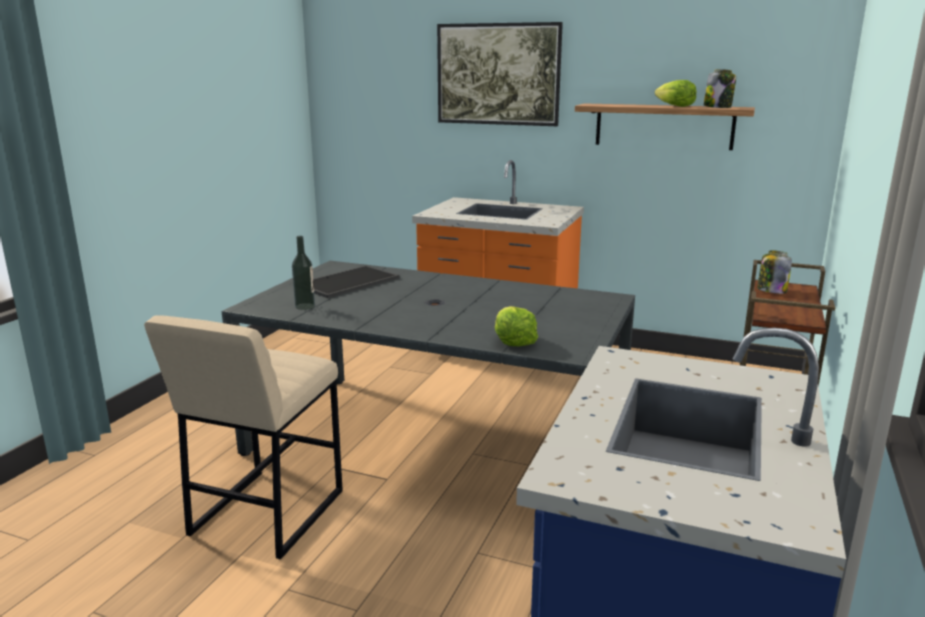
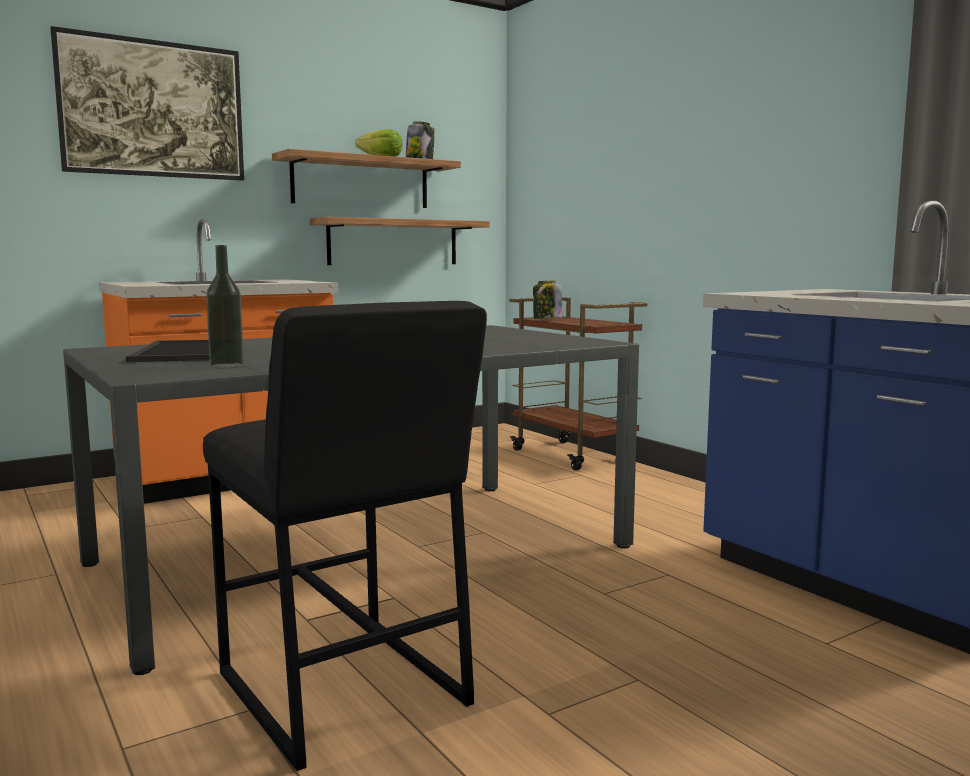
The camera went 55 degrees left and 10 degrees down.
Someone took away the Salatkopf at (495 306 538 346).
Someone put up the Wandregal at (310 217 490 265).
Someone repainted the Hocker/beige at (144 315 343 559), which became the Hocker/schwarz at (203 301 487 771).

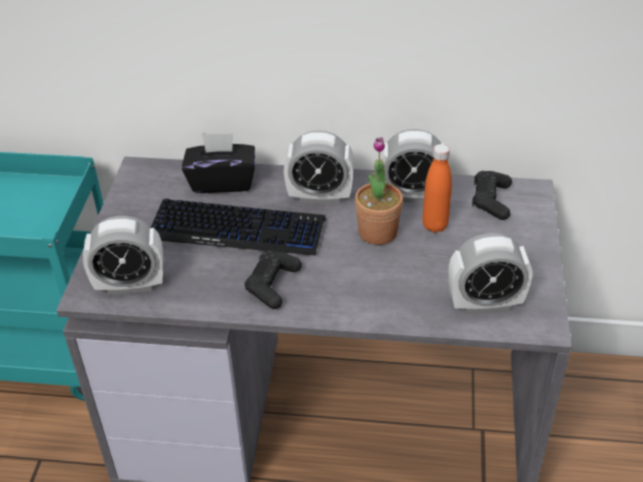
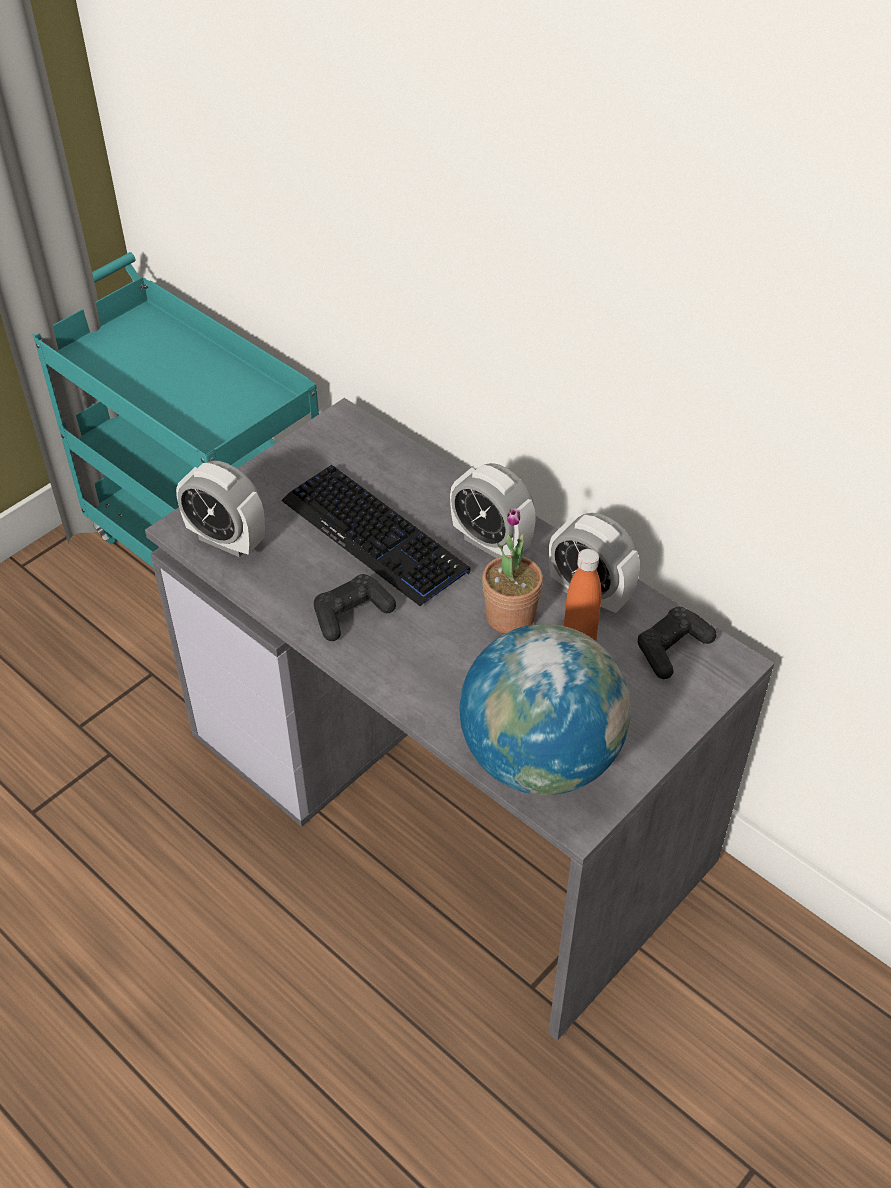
The camera went 35 degrees right and 5 degrees up.
Someone took away the Taschentuchbox/schwarz at (182 133 255 193).
Someone swapped the Wecker at (448 233 532 314) for the Globus at (460 624 631 795).

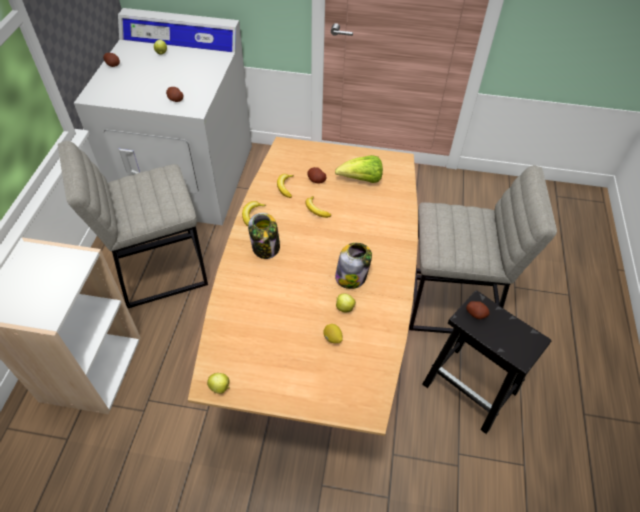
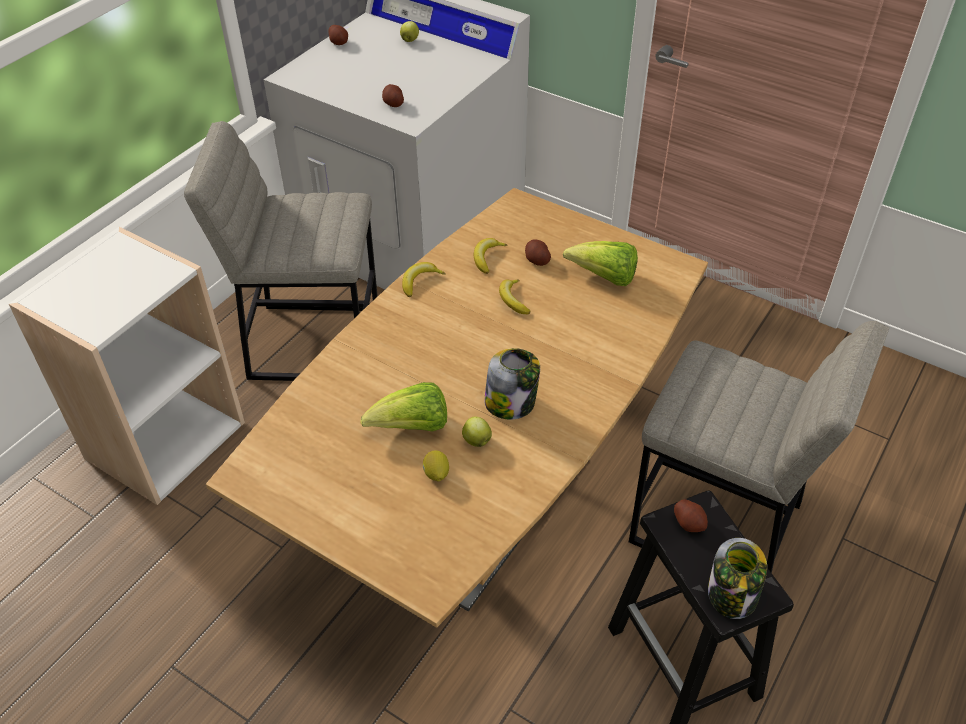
The camera went 25 degrees right and 5 degrees down.
Someone took away the Apfel at (207 373 230 394).
Someone put down the Salatkopf at (360 382 447 432).
Someone carried the Vorratsglas from (248 213 280 259) to (708 538 767 619).

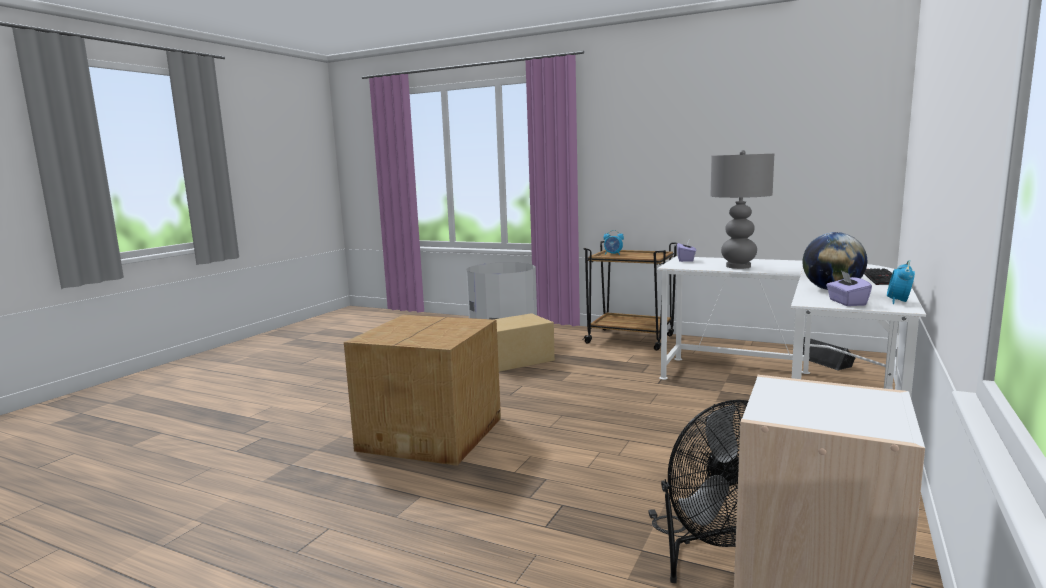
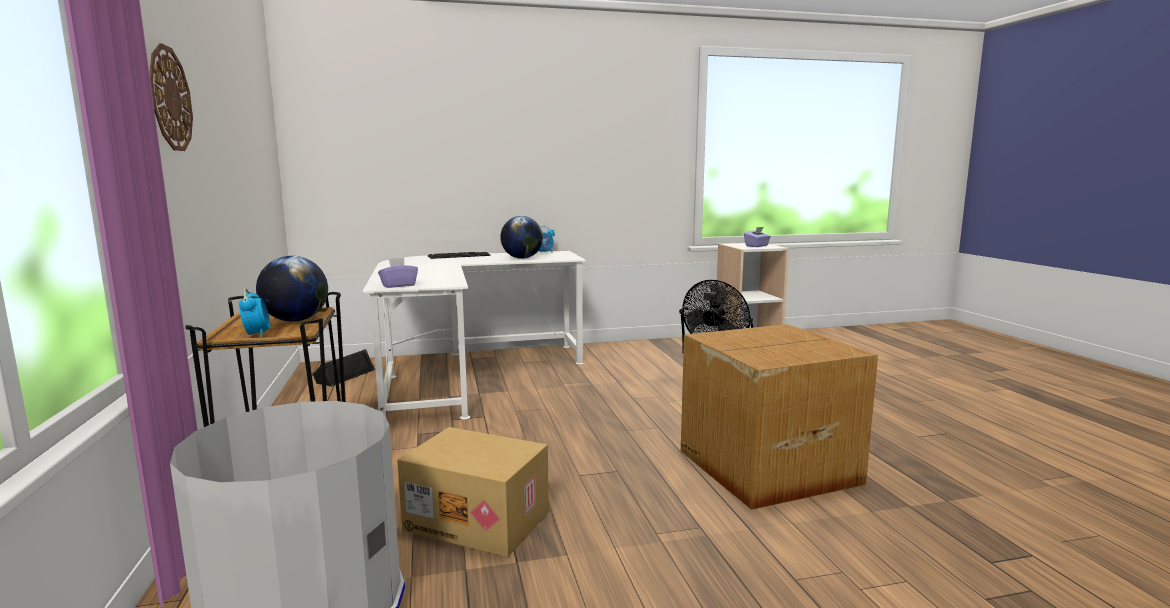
The camera went 130 degrees left and 0 degrees up.
Someone took away the Tischlampe/grau at (710 150 774 269).
Someone put up the Wanduhr at (149 43 193 151).
Someone put down the Globus at (256 256 328 322).
Someone carried the Taschentuchbox/lila from (826 271 872 306) to (744 227 771 247).

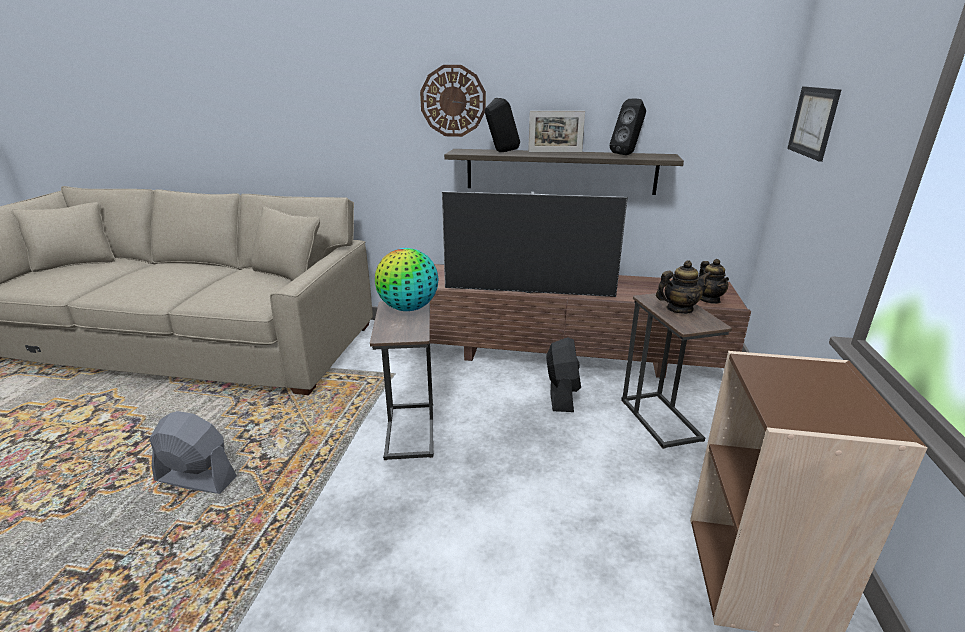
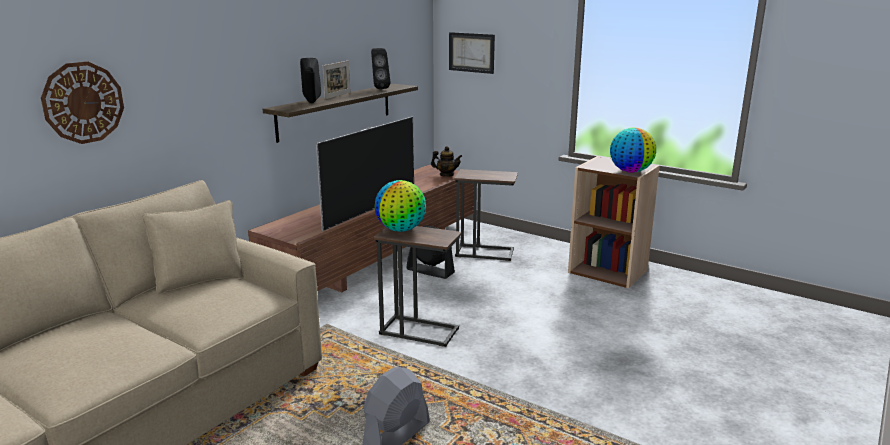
The camera went 65 degrees left and 5 degrees down.
Someone took away the Teekanne at (656 260 712 314).
Someone put down the Globus at (610 128 656 173).
Someone carried the Wanduhr from (420 65 486 137) to (41 61 124 144).

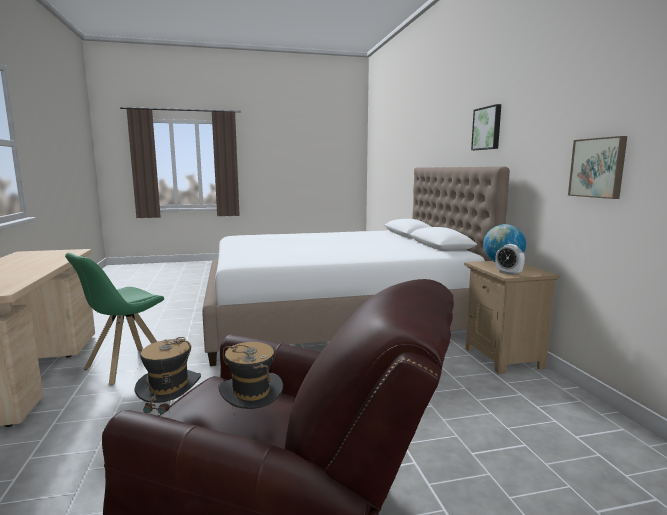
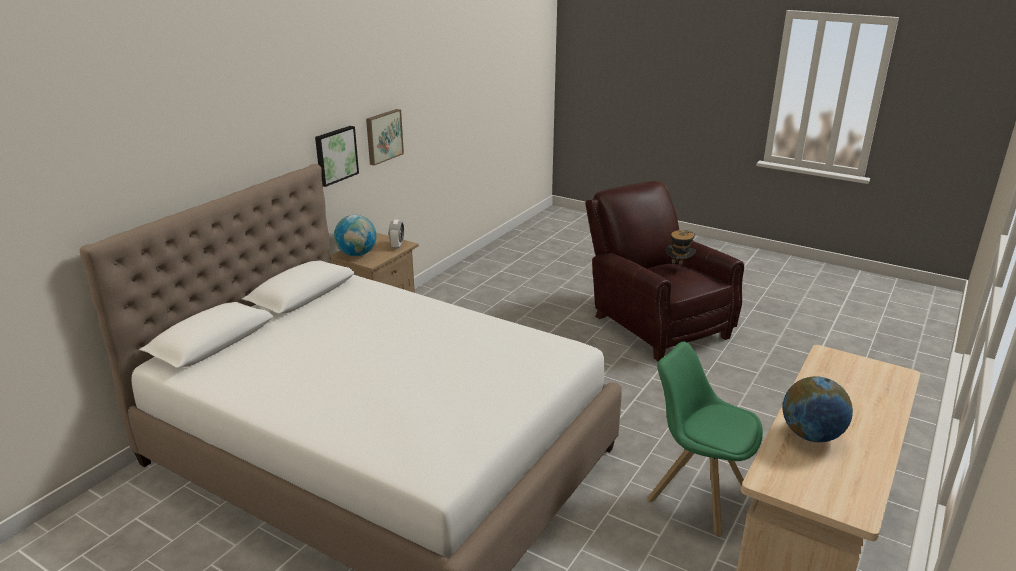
The camera went 135 degrees left and 15 degrees up.
Someone took away the Hut at (134 337 201 417).
Someone put down the Globus at (783 376 853 442).
Someone carried the Bild from (471 104 501 150) to (315 126 359 187).
Someone rotated the Stuhl/grün at (65 253 164 385) by 135 degrees counterclockwise.

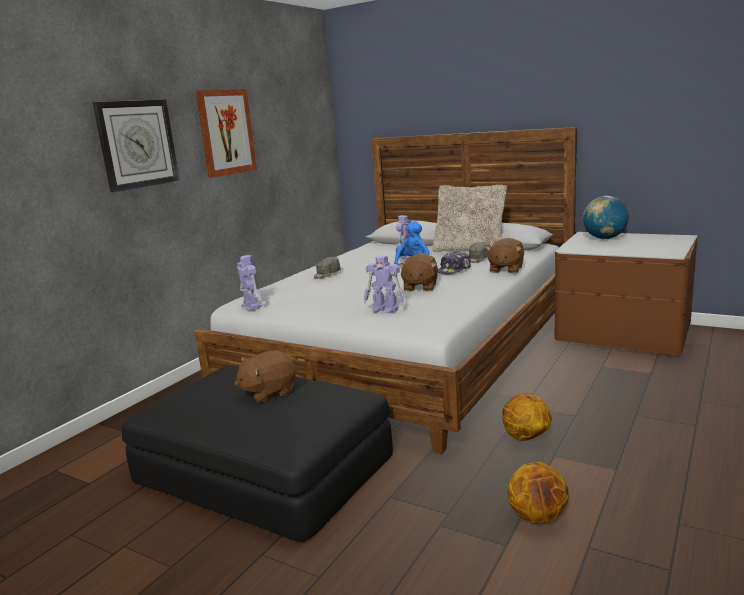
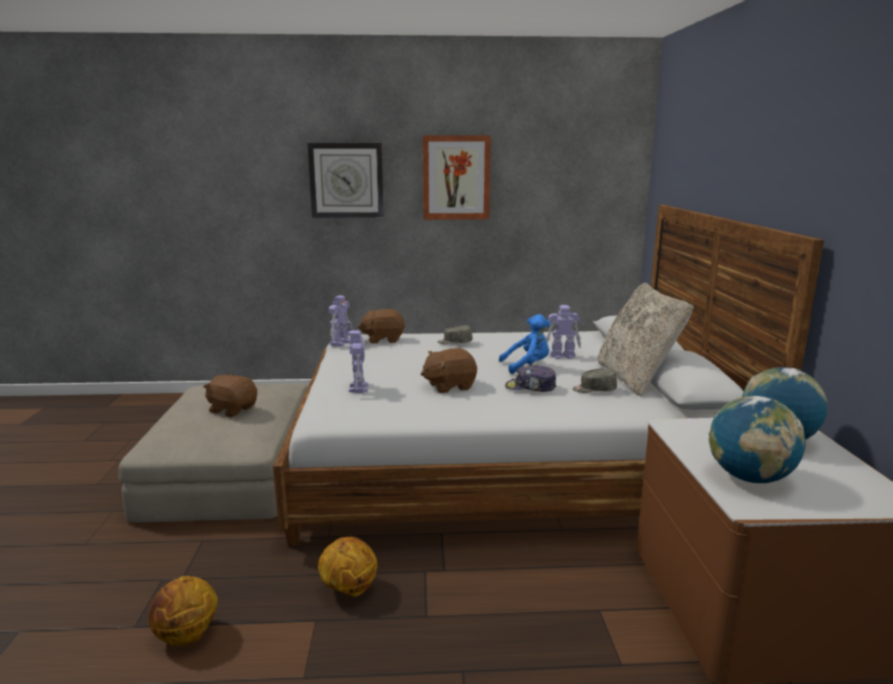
The camera went 55 degrees right and 0 degrees up.
Someone put down the Globus at (708 396 805 483).
Someone carried the Plüschtier/braun from (485 238 524 273) to (358 309 405 344).
Someone repainted the Polsterhocker/schwarz at (122 365 393 542), which became the Polsterhocker/beige at (119 384 308 523).

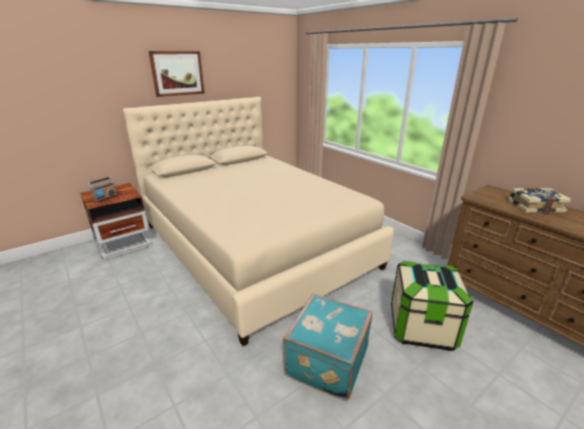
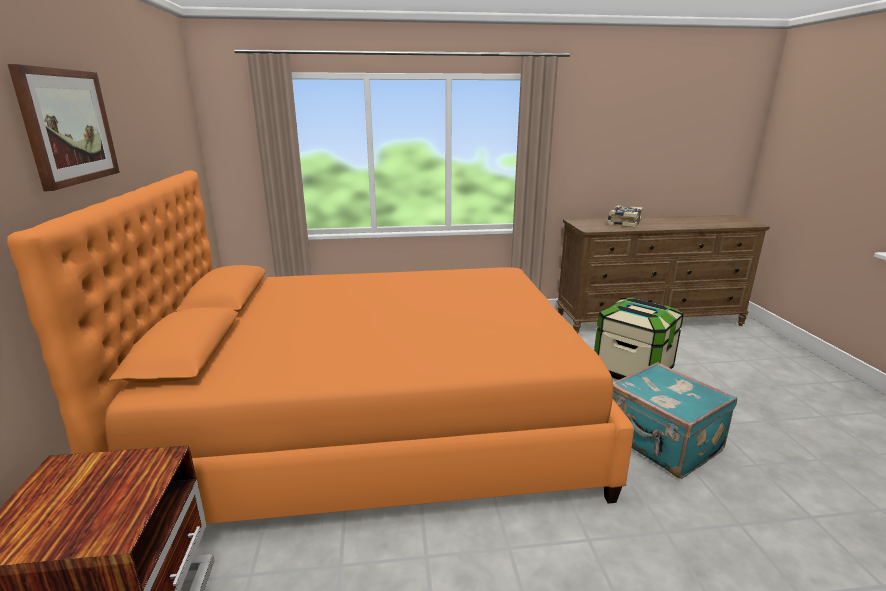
The camera went 60 degrees left and 5 degrees down.
Someone took away the Radio at (87 177 118 203).
Someone repainted the Bett/beige at (123 97 394 346), which became the Bett/orange at (7 170 634 524).

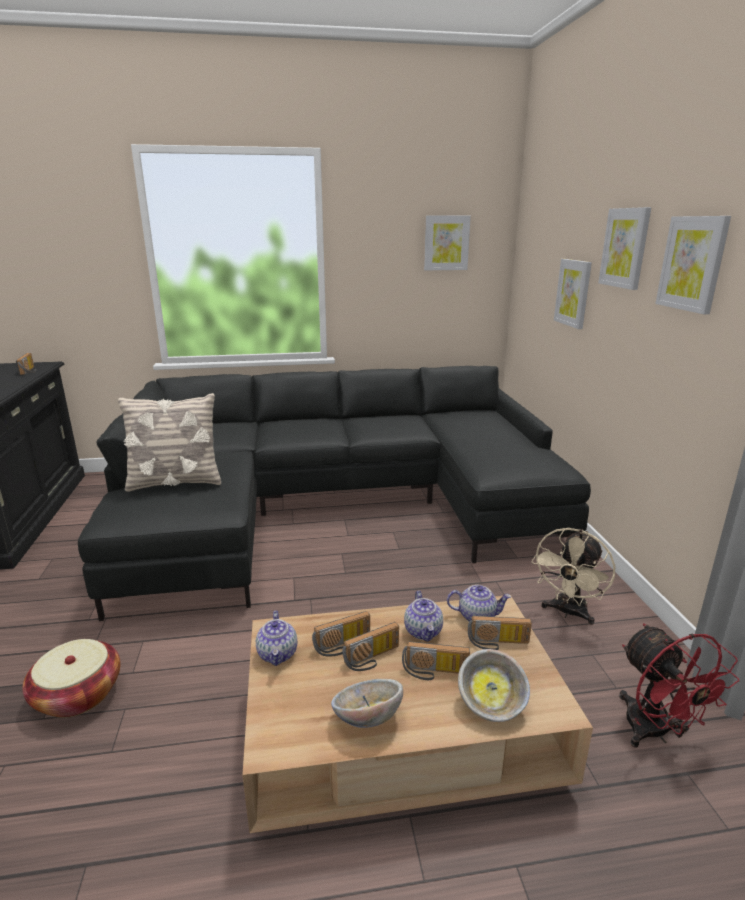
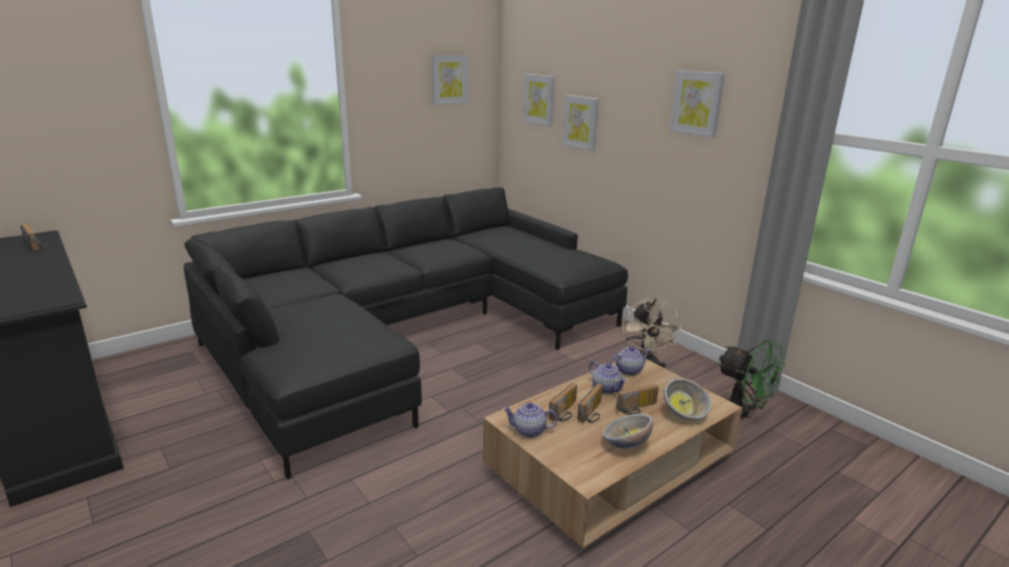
The camera went 30 degrees left and 0 degrees up.
Someone took away the Korb at (22 639 121 718).
Someone took away the Kissen/beige at (118 393 221 492).
Someone took away the Radio at (468 616 532 650).
Someone carried the Bild from (598 207 651 290) to (523 74 555 126).
Someone repainted the Ventilator/rot at (619 624 739 748), which became the Ventilator/grün at (717 340 786 424).
Someone rotated the Teekanne at (256 611 297 666) by 135 degrees clockwise.

